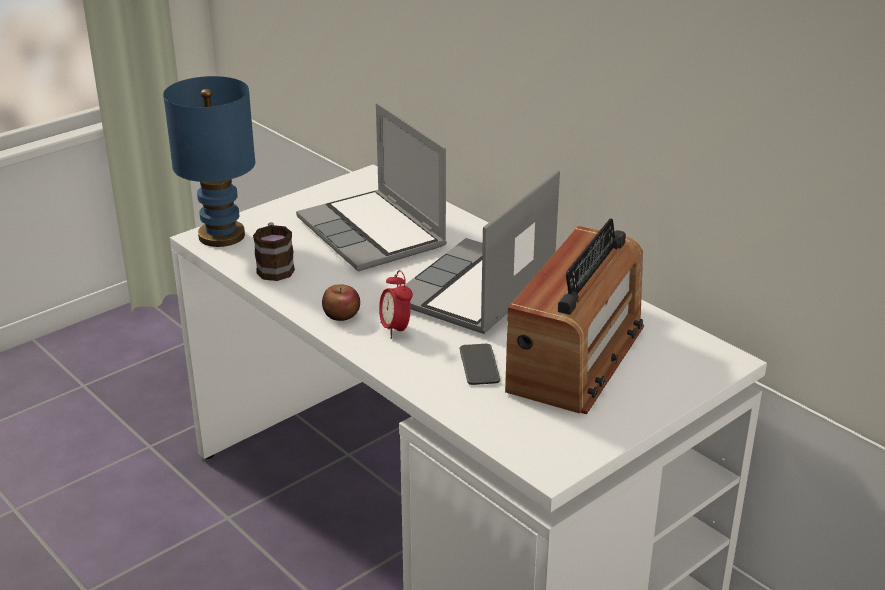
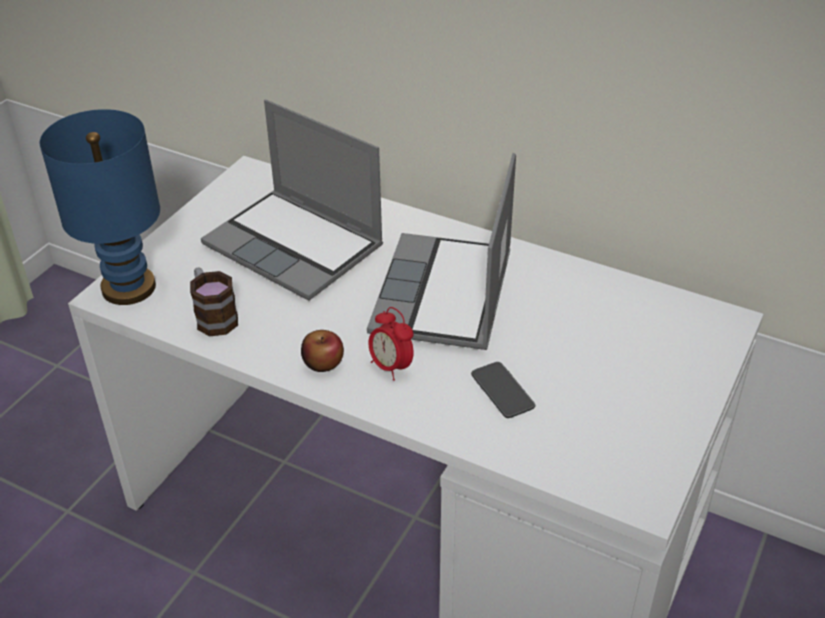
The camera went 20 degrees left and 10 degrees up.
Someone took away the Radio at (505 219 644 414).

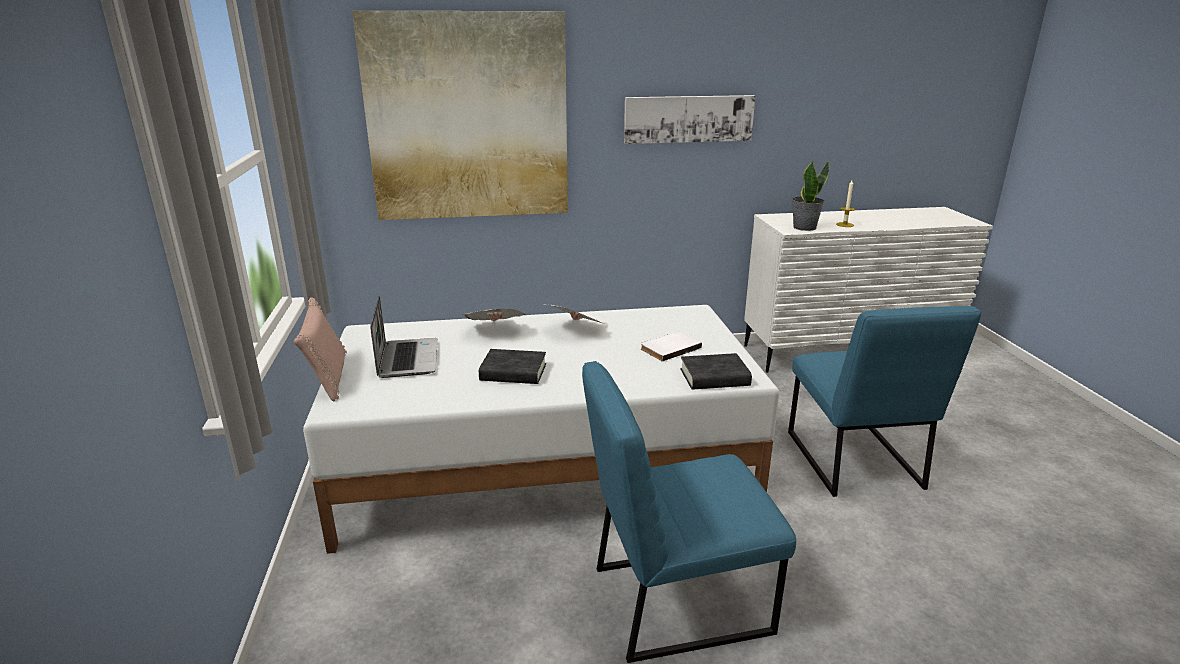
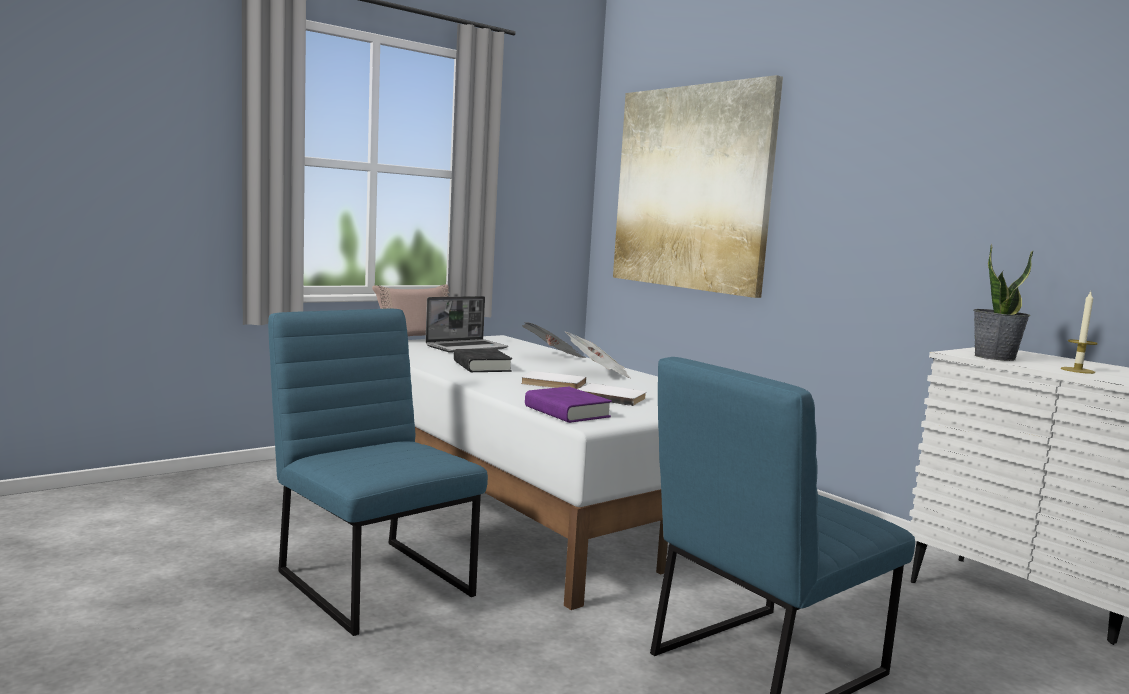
The camera went 60 degrees right and 15 degrees down.
Someone took away the Bild at (624 95 755 144).
Someone put down the Buch/weiß at (521 371 586 389).
Someone repainted the Buch/schwarz at (680 353 752 390), which became the Buch/lila at (525 387 612 423).

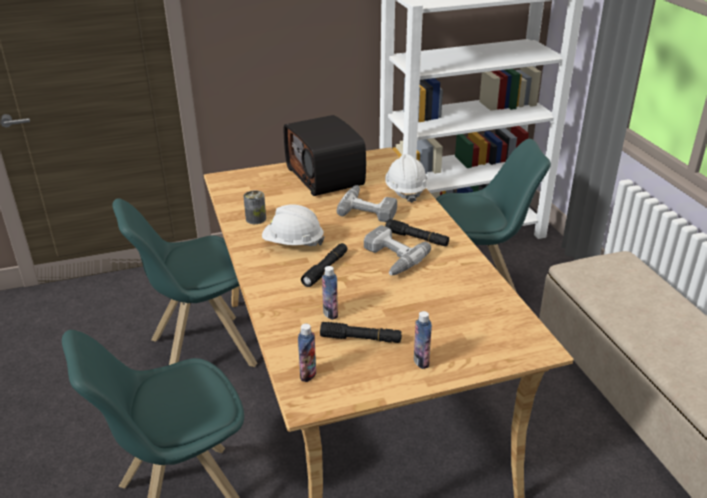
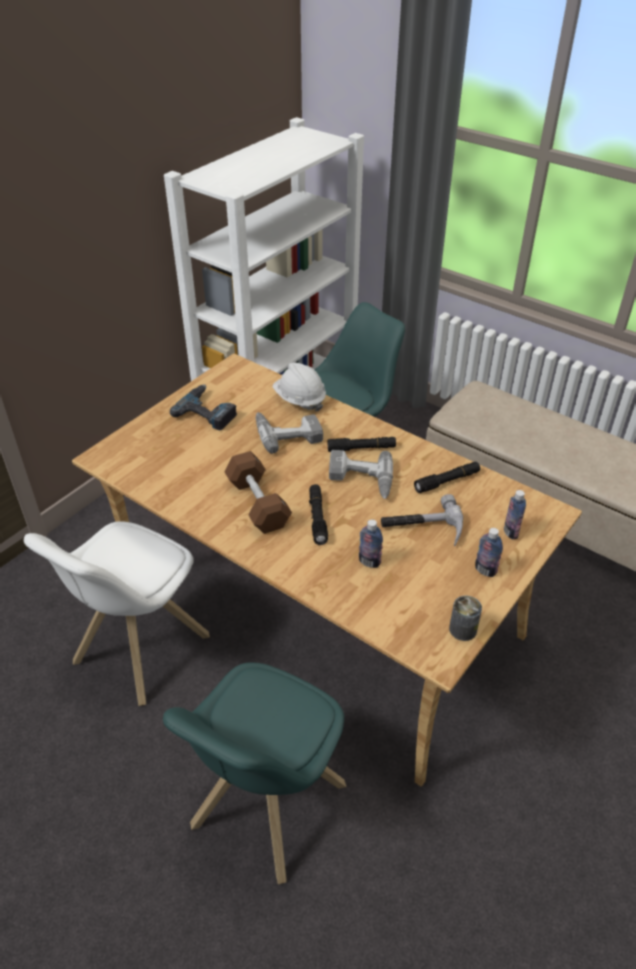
The camera went 35 degrees left and 10 degrees up.
Someone put down the Hammer at (381 494 463 547).
Someone carried the Dose from (244 190 266 224) to (449 596 482 641).
Someone carried the Flasche from (298 324 316 382) to (504 490 526 540).
Someone carried the Taschenlampe/schwarz from (320 322 402 343) to (414 462 480 493).
Someone swapped the Schutzhelm/weiß at (262 204 325 246) for the Hantel/braun at (224 451 292 534).
Someone swapped the Radio at (284 115 366 196) for the Bohrmaschine at (170 384 237 431).
Someone repainted the Stuhl/türkis at (112 198 257 367), which became the Stuhl/weiß at (24 521 210 706).

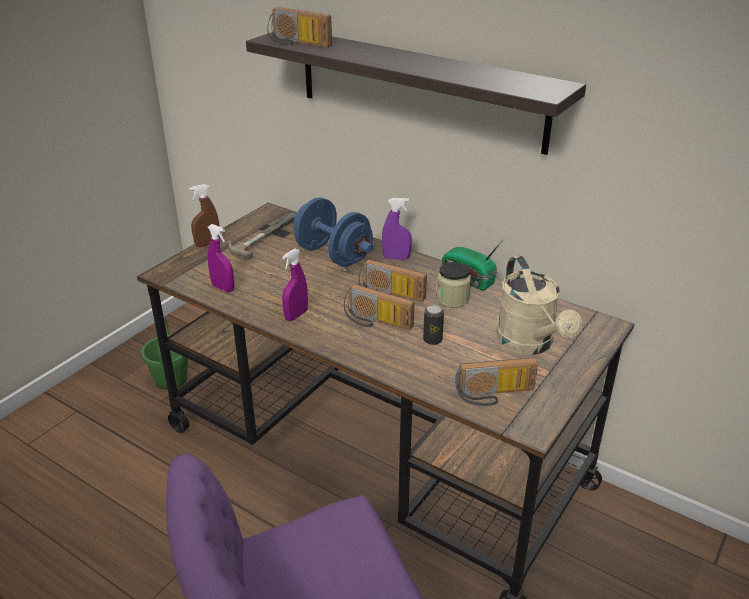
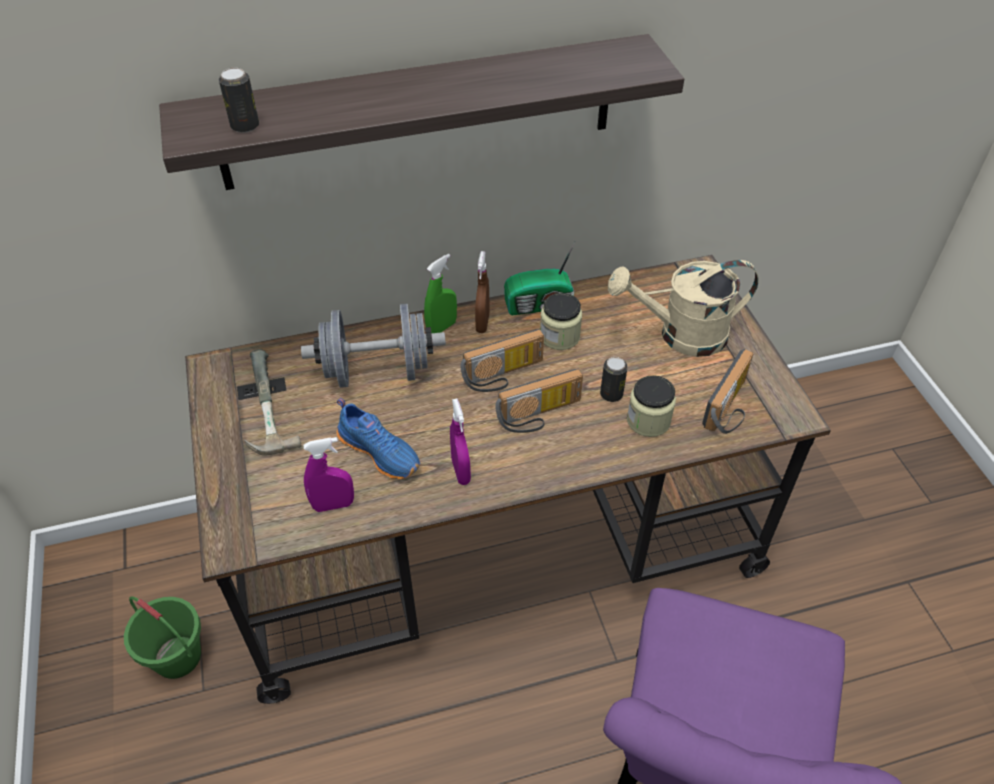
The camera went 50 degrees left and 15 degrees up.
Someone put down the Schuh/blau at (337 398 420 479).
Someone put down the Vorratsglas at (627 375 676 437).
Someone carried the Sprühflasche/braun from (189 184 220 247) to (475 251 489 333).
Someone swapped the Radio at (267 7 332 47) for the Dose at (219 68 259 133).
Someone repainted the Hantel/blau at (293 197 373 267), which became the Hantel/grau at (301 303 446 388).
Someone repainted the Sprühflasche/lila at (382 198 412 260), which became the Sprühflasche/grün at (424 254 457 333).
Someone rotated the Gießkanne/beige at (496 256 582 355) by 150 degrees clockwise.

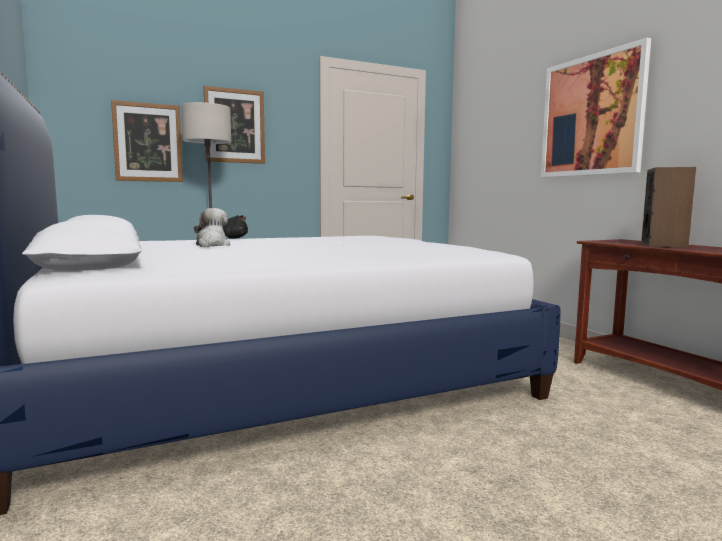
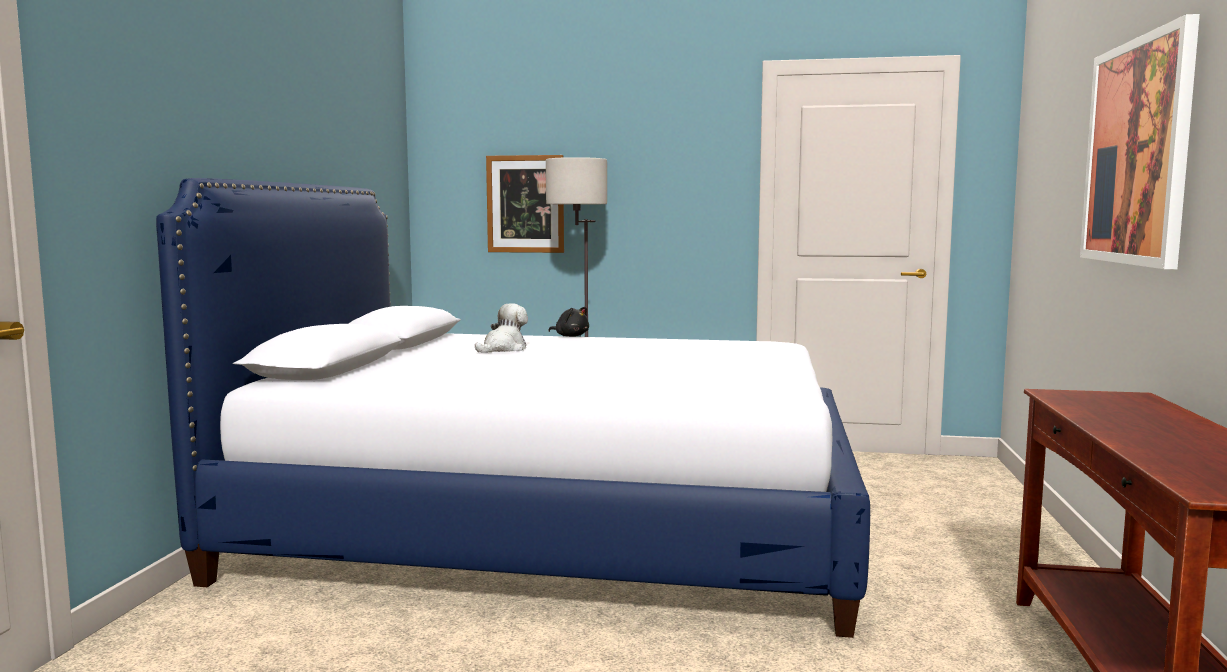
The camera went 35 degrees right and 0 degrees up.
Someone took away the Bild at (204 86 265 164).
Someone took away the Lautsprecher at (641 167 696 248).

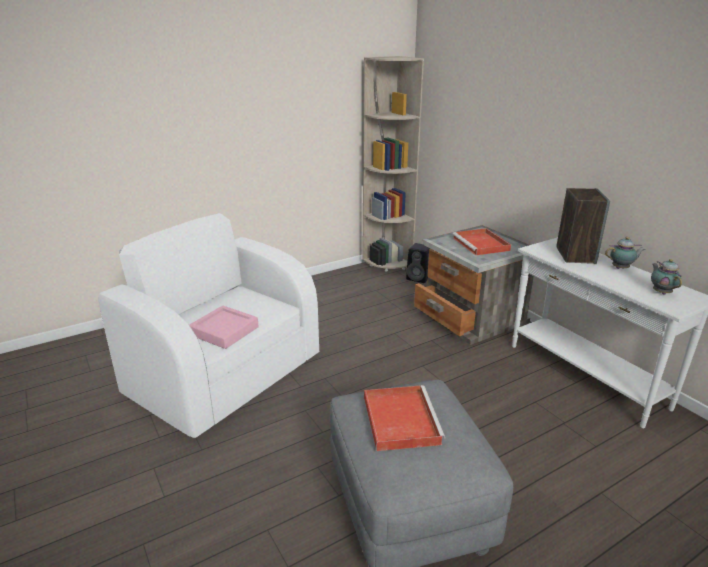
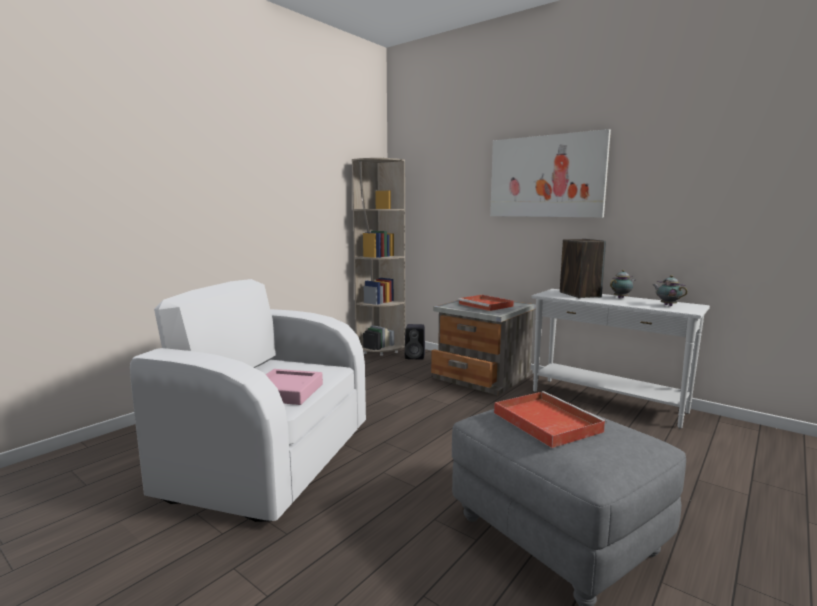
The camera went 20 degrees left and 15 degrees down.
Someone put up the Bild at (490 129 611 217).

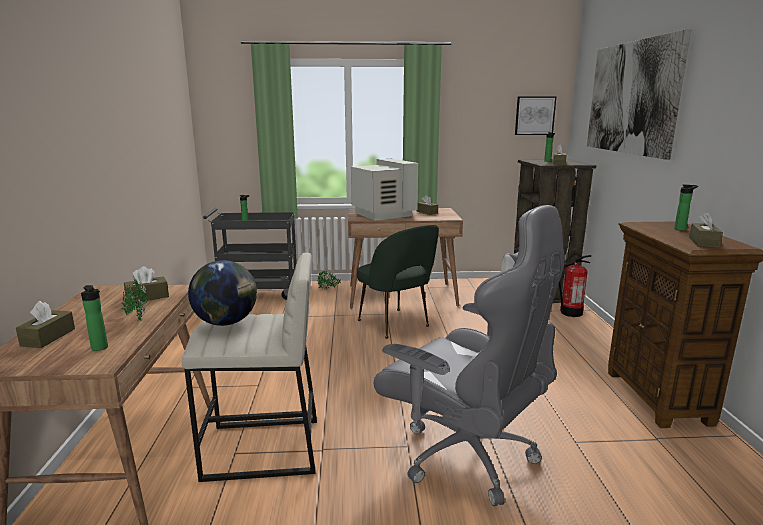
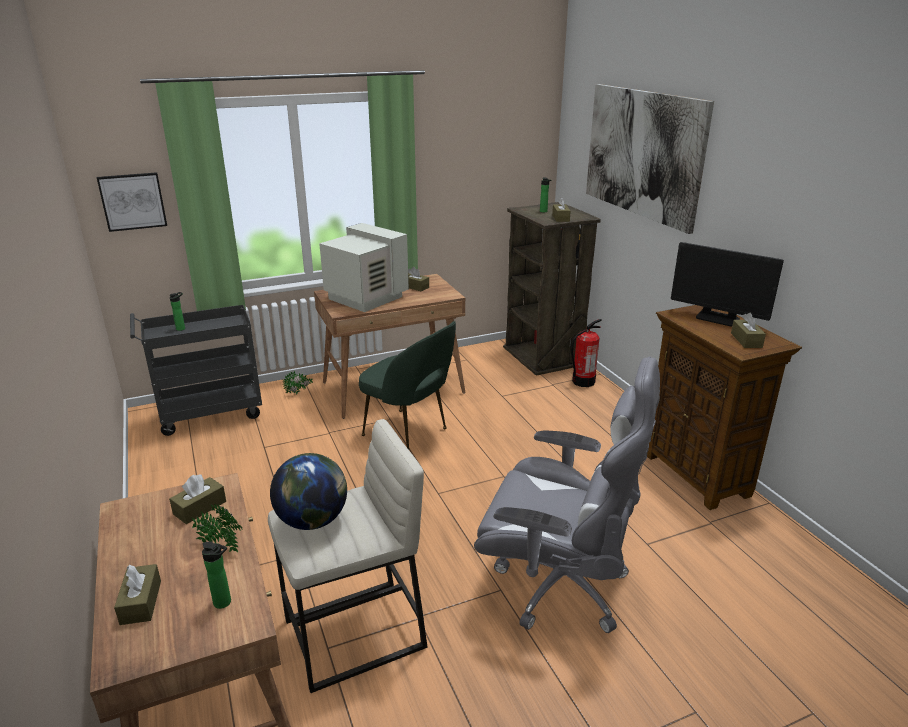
The camera went 20 degrees left and 10 degrees up.
Someone carried the Bild from (515 96 556 135) to (97 172 167 232).
Someone swapped the Flasche at (674 184 698 231) for the Monitor at (671 242 784 327).

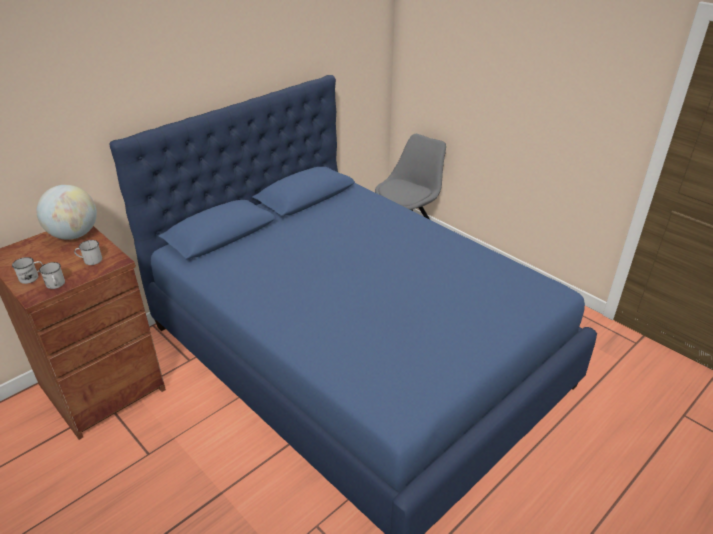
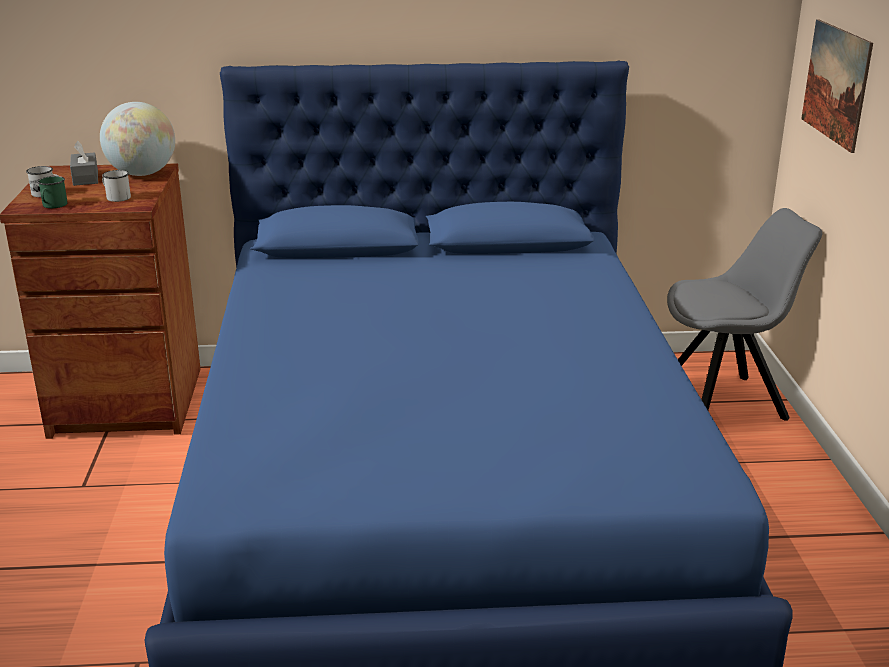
The camera went 40 degrees right and 10 degrees down.
Someone put down the Taschentuchbox/grau at (70 141 98 186).
Someone put up the Bild at (801 19 873 153).
Someone repainted the Henkelbecher/weiß at (39 262 65 289), which became the Henkelbecher/grün at (37 176 68 208).

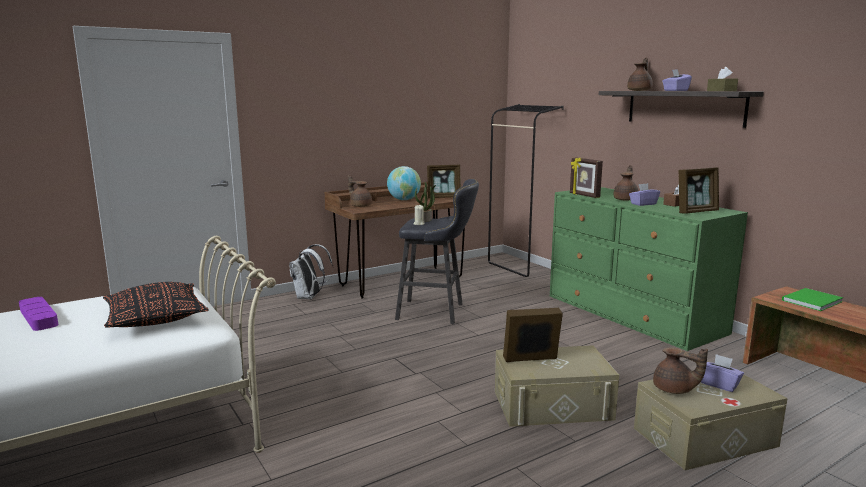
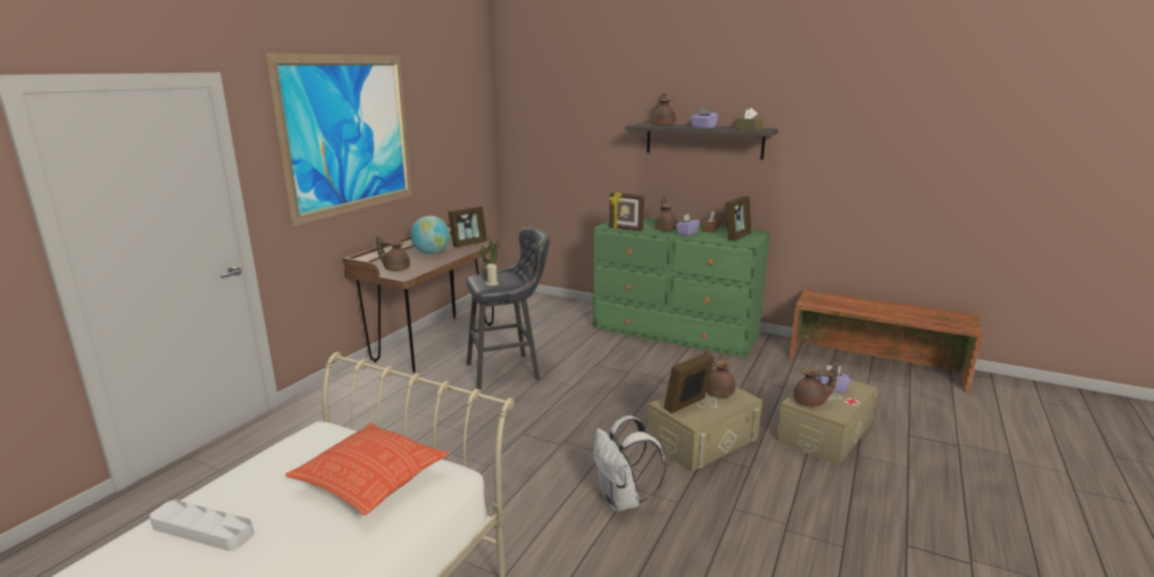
The camera went 30 degrees left and 5 degrees up.
Someone took away the Kleiderständer/schwarz at (488 104 564 277).
Someone took away the Buch/grün at (782 288 843 311).
Someone put up the Bild at (265 53 412 226).
Someone put down the Teekanne/braun at (705 348 735 397).
Someone carried the Rucksack/weiß from (289 244 333 299) to (593 415 666 512).
Someone repainted the Tablett/lila at (19 297 58 331), which became the Tablett/grau at (150 500 254 551).
Someone repainted the Kissen/schwarz at (103 282 209 328), which became the Kissen/orange at (285 423 450 516).

